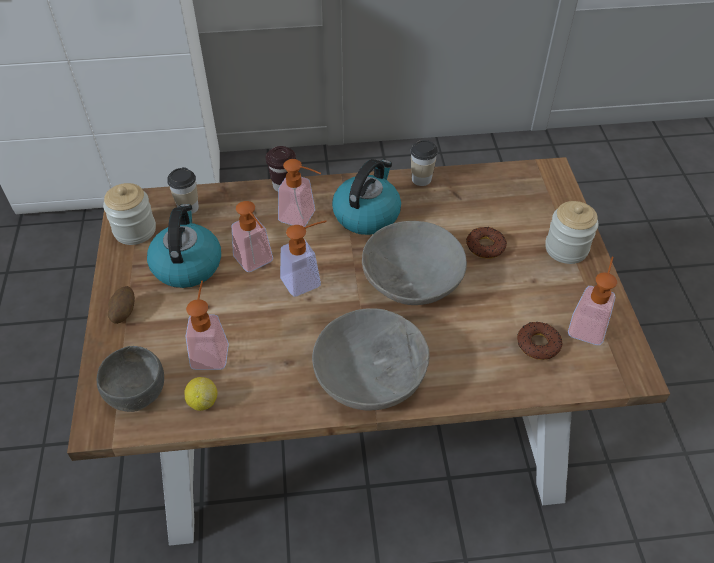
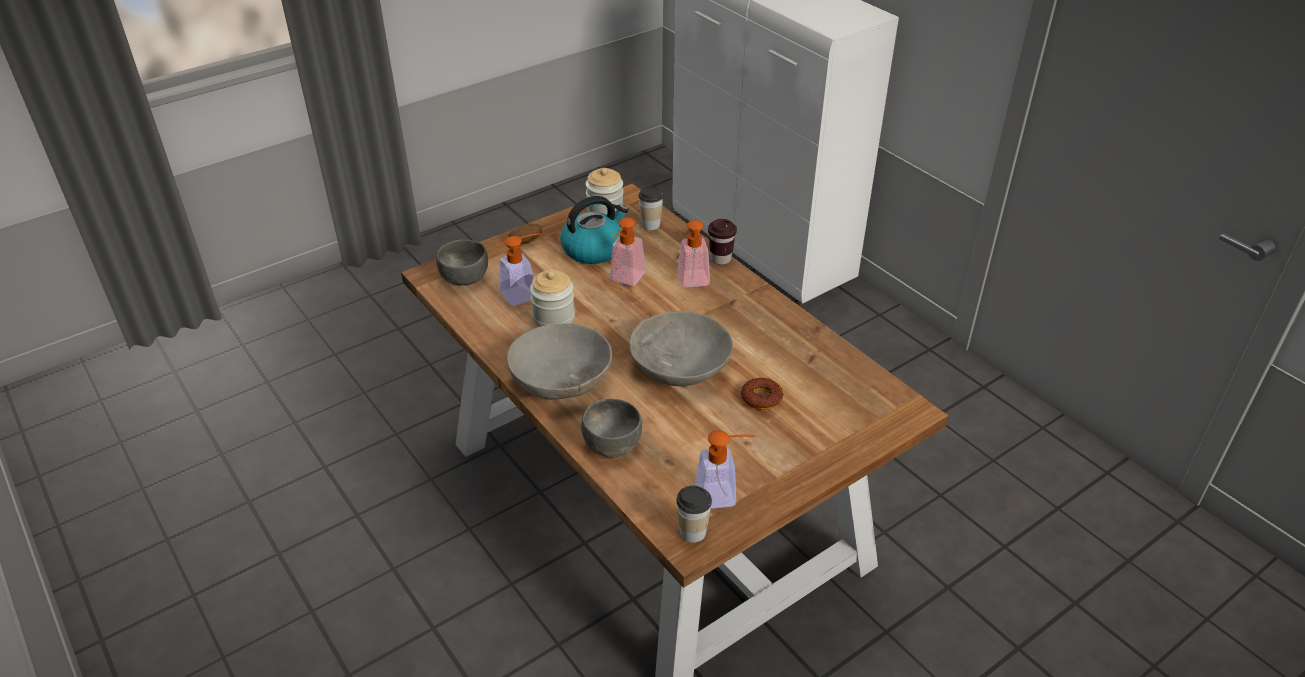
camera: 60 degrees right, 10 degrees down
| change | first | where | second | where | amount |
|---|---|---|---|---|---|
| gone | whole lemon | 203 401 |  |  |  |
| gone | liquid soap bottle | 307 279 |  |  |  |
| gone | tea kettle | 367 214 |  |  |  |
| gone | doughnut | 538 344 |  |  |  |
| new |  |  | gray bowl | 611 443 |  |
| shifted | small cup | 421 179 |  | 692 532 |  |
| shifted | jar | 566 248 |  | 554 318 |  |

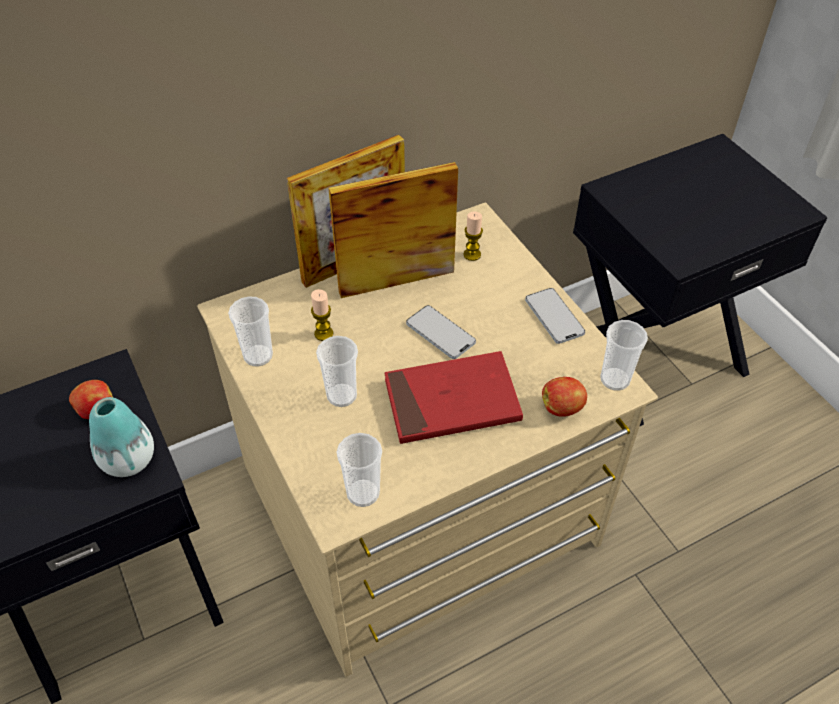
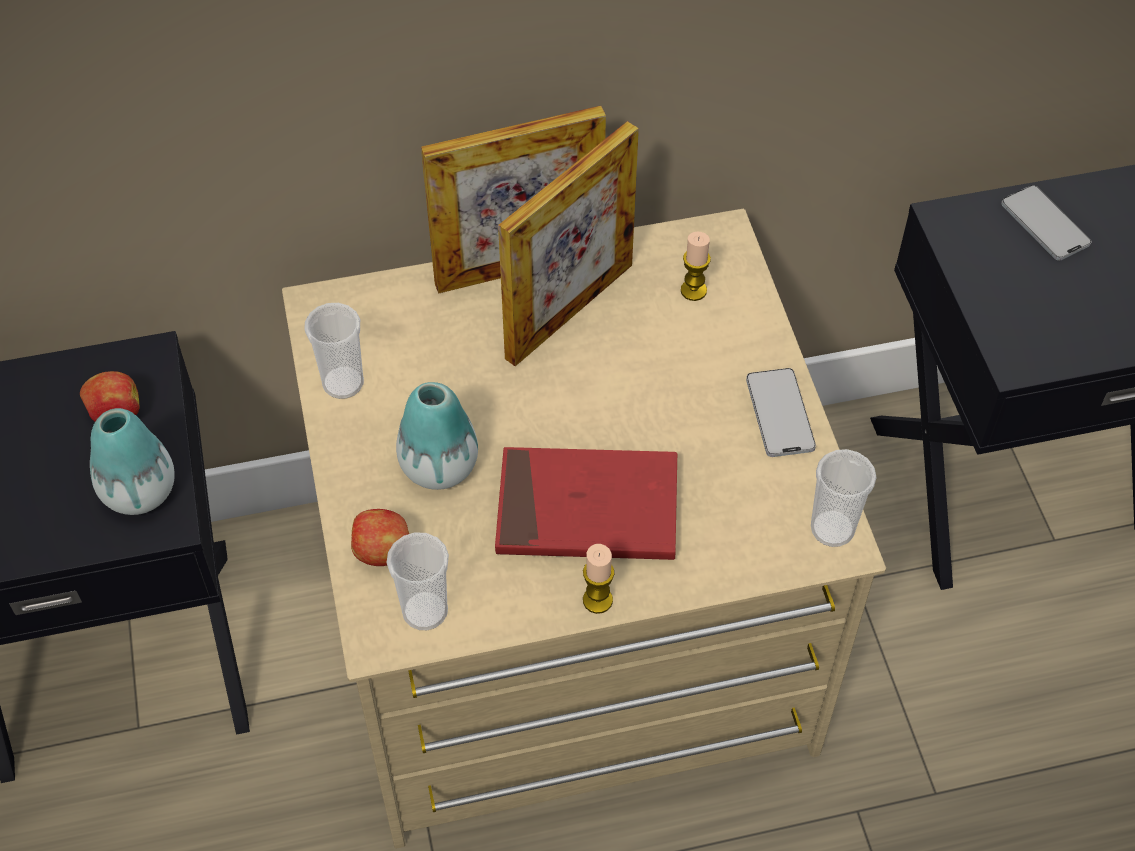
camera: 15 degrees right, 5 degrees up
| change | first | where | second | where | amount |
|---|---|---|---|---|---|
| shifted | candle | 323 334 |  | 597 600 |  |
| shifted | telephone | 440 333 |  | 1045 224 |  |
| shifted | apple fruit | 562 408 |  | 384 552 |  |
| swapped | small cup | 341 395 | flower vase | 439 466 |  |
| rotated | standing frame | 396 282 |  | 569 311 | 135 degrees clockwise |

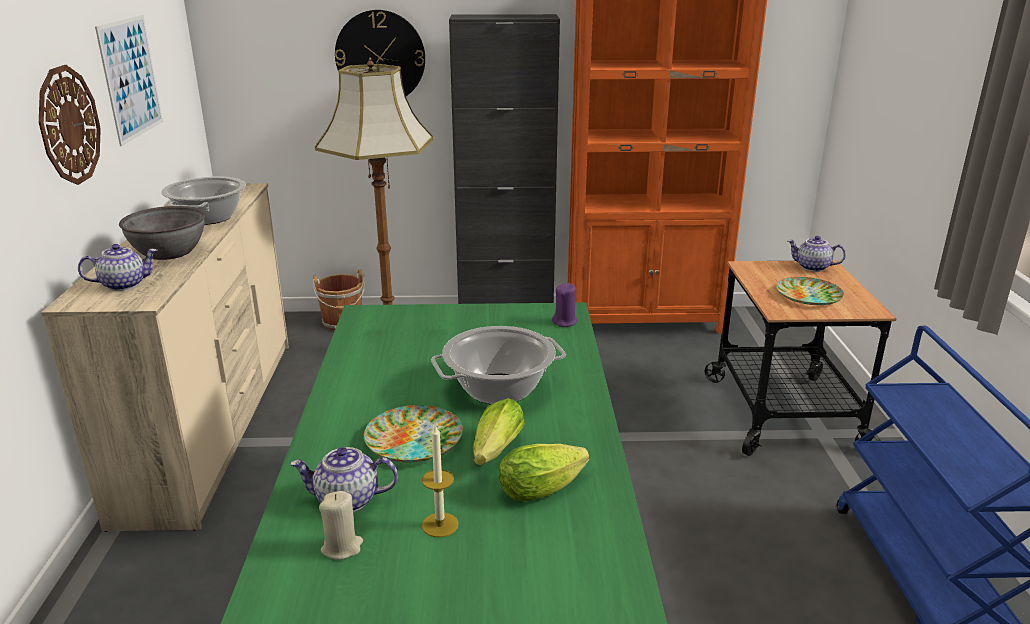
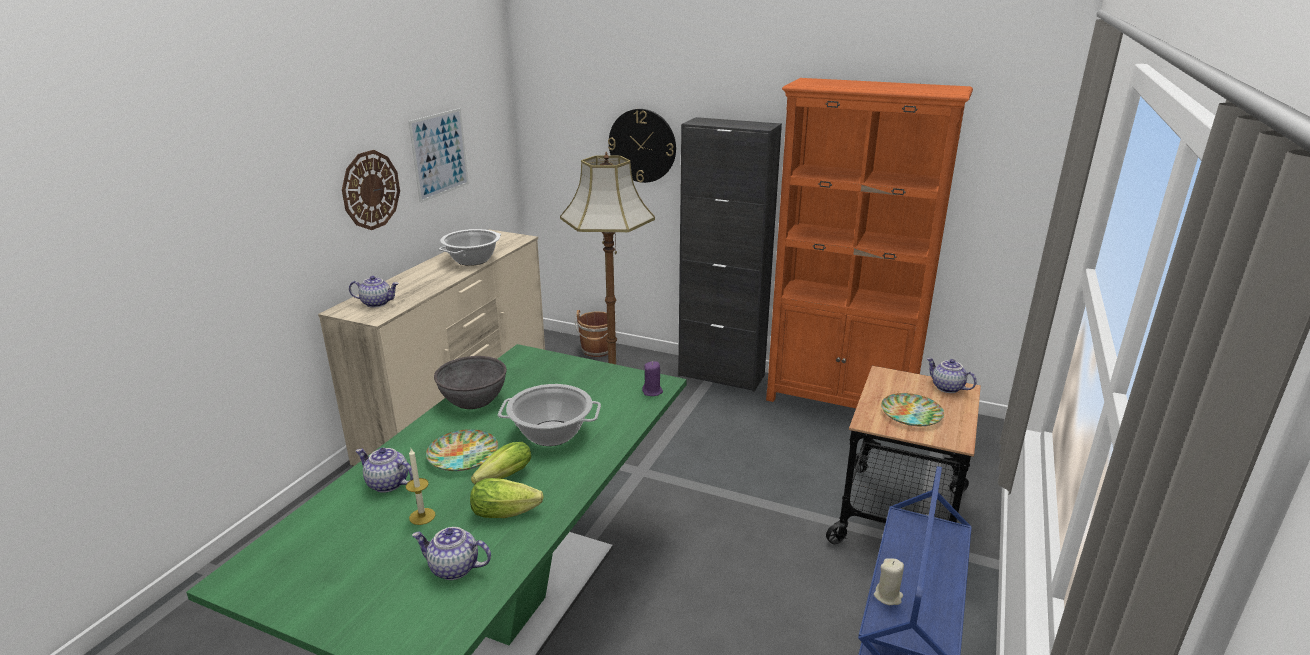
camera: 25 degrees right, 0 degrees up
| change | first | where | second | where | amount |
|---|---|---|---|---|---|
| new |  |  | pot for tea | 453 568 |  |
| shifted | gray bowl | 168 252 |  | 473 399 |  |
| shifted | beige-coloured candle | 342 547 |  | 888 596 |  |

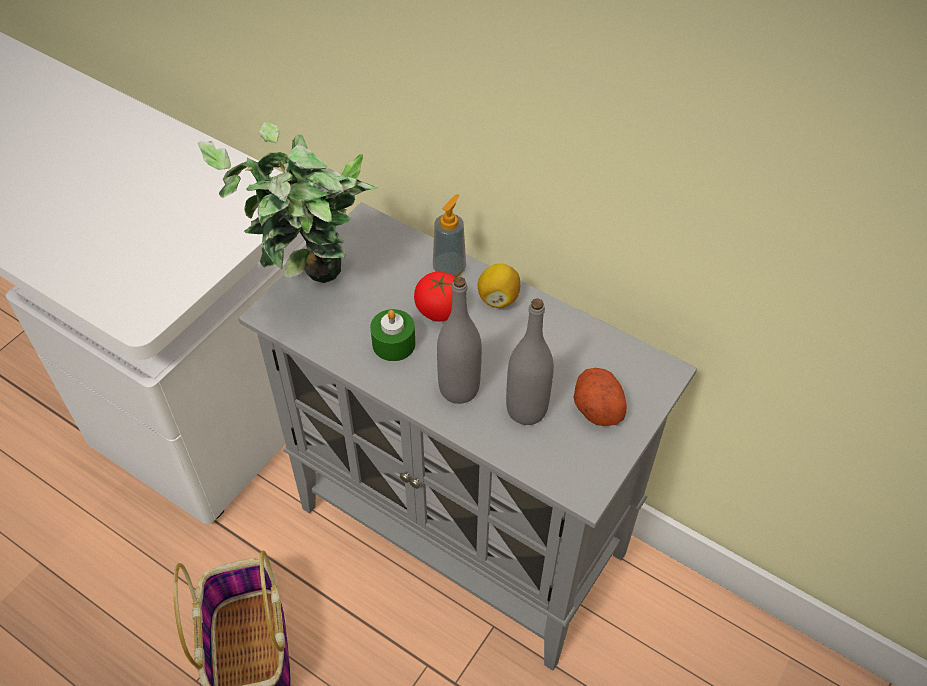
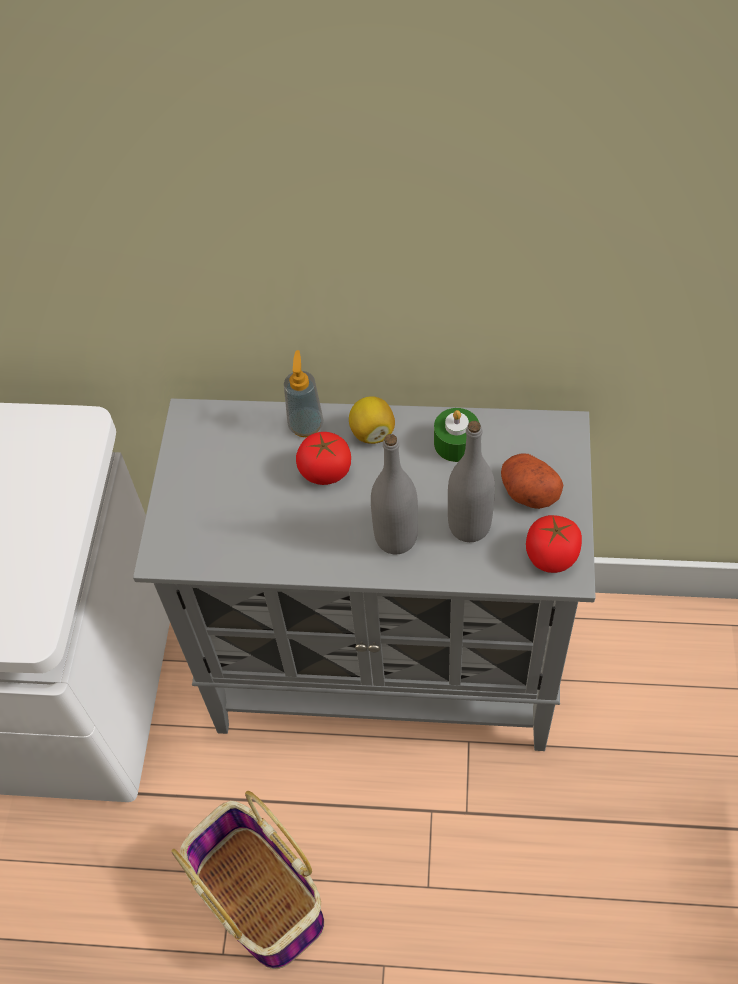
camera: 25 degrees left, 5 degrees up
| change | first | where | second | where | amount |
|---|---|---|---|---|---|
| gone | plant in a pot | 312 290 |  |  |  |
| new |  |  | whole tomato | 551 555 |  |
| shifted | green candle | 393 344 |  | 456 443 |  |

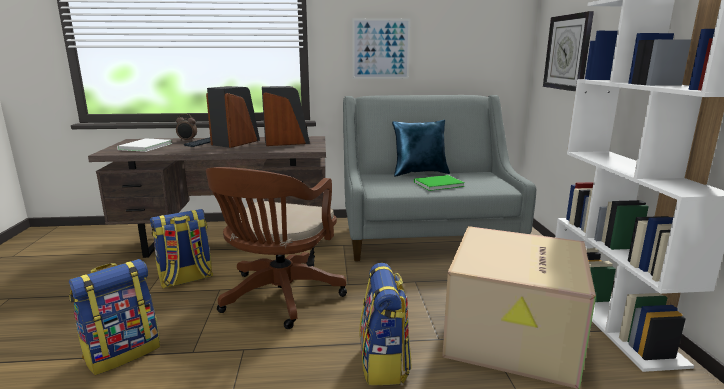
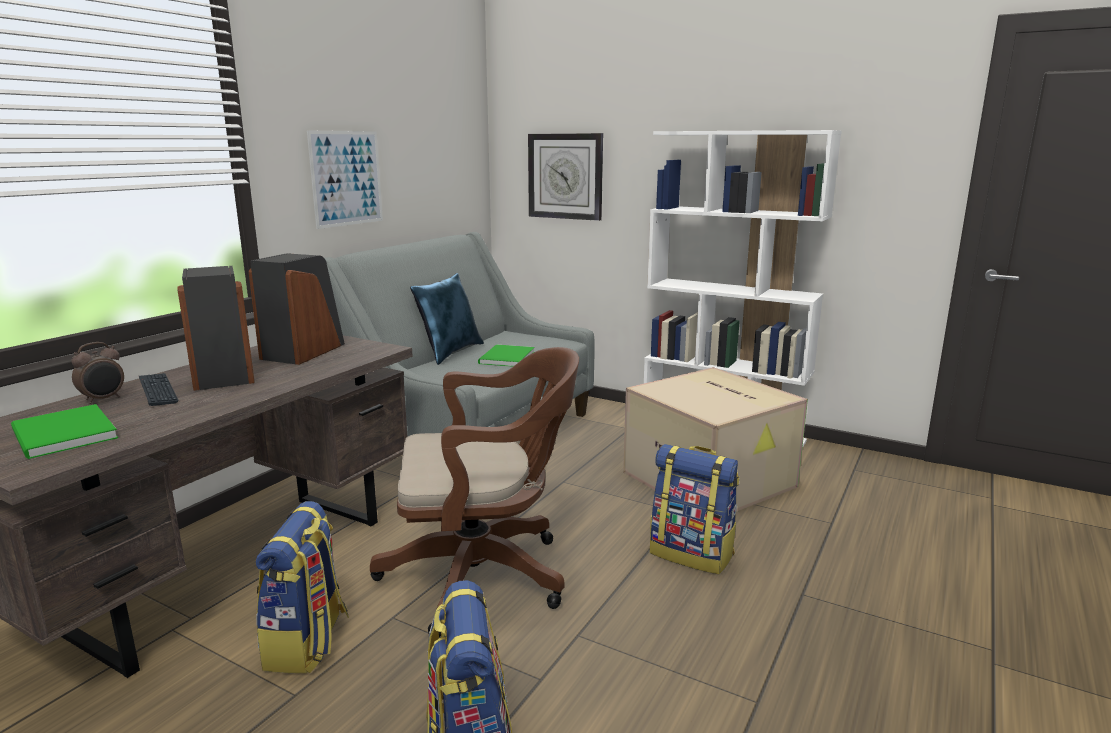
camera: 55 degrees left, 0 degrees up
| change | first | where | second | where | amount |
|---|---|---|---|---|---|
| repainted | whitish book | 143 147 | green book | 62 435 |  |
| rotated | brown-coloured computer chair | 279 298 |  | 485 575 | 60 degrees counterclockwise |

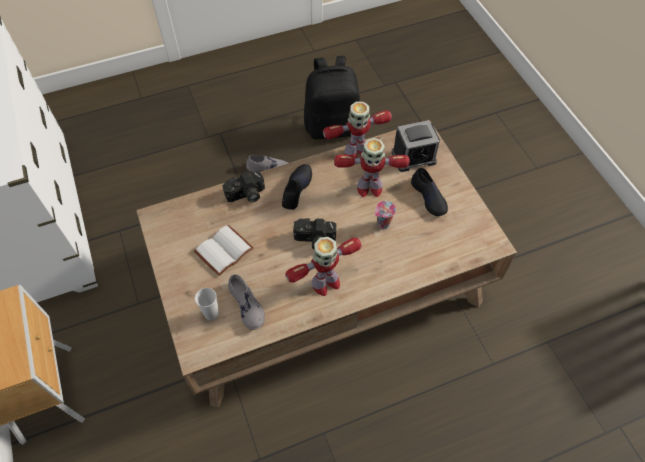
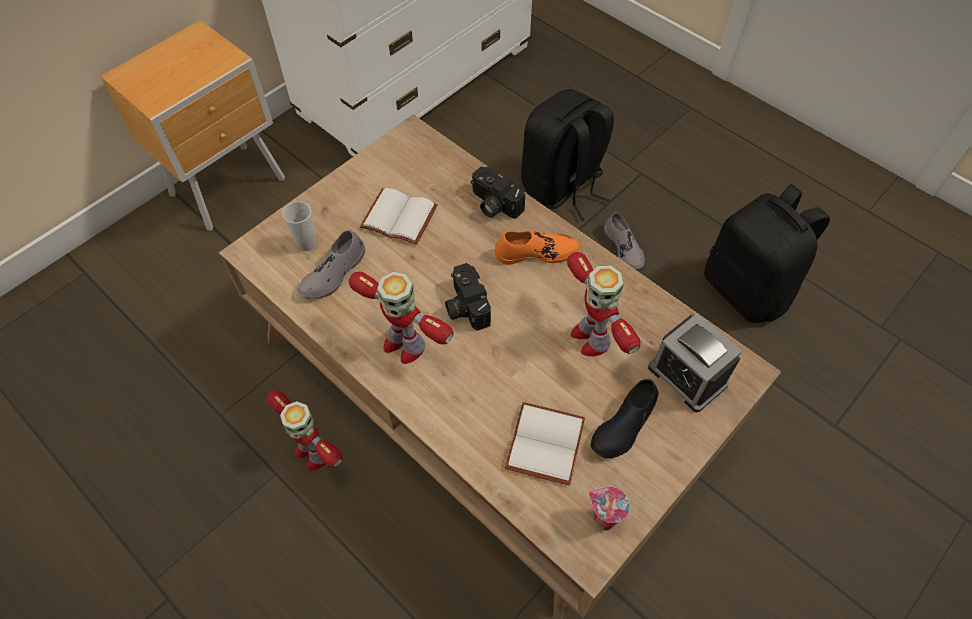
camera: 65 degrees right, 0 degrees up
| change | first | where | second | where | amount |
|---|---|---|---|---|---|
| new |  |  | whitish book | 543 442 |  |
| new |  |  | black-coloured rucksack | 562 188 |  |
| shifted | model robot | 356 152 |  | 312 452 |  |
| shifted | small cup | 383 225 |  | 602 520 |  |
| repainted | black-coloured shoe | 296 189 | orange shoe | 535 252 |  |

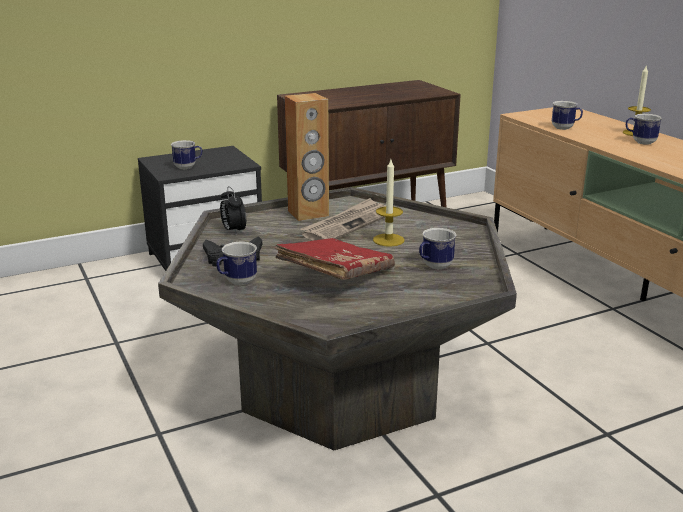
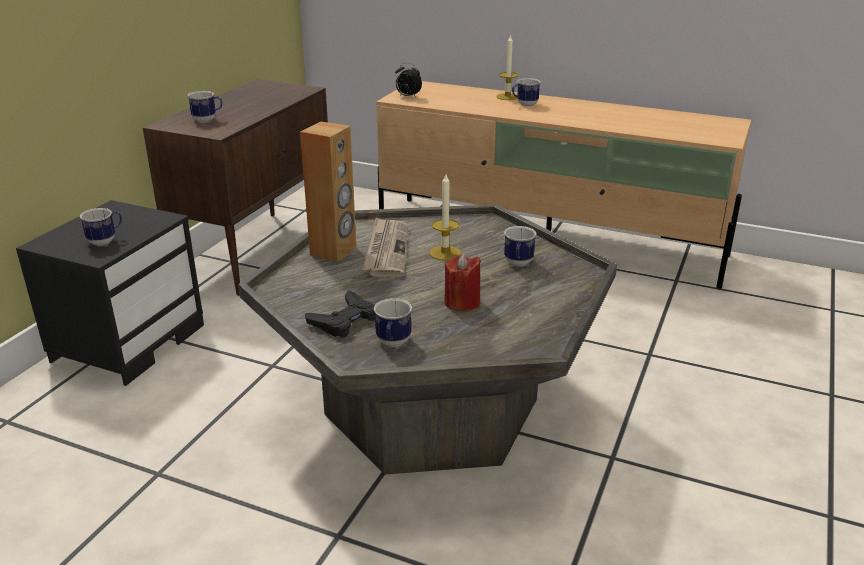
camera: 40 degrees left, 5 degrees up
| change | first | where | second | where | amount |
|---|---|---|---|---|---|
| shifted | alarm clock | 233 231 |  | 408 96 |  |
| shifted | coffee mug | 565 128 |  | 208 120 |  |
| swapped | red-coloured book | 336 276 | red-coloured candle | 462 302 |  |

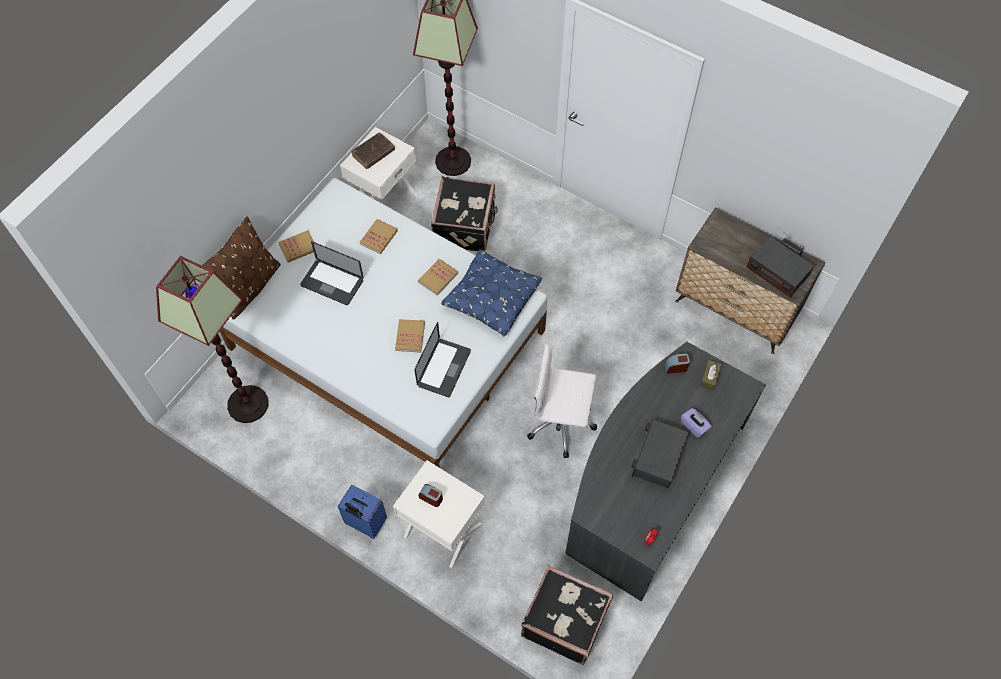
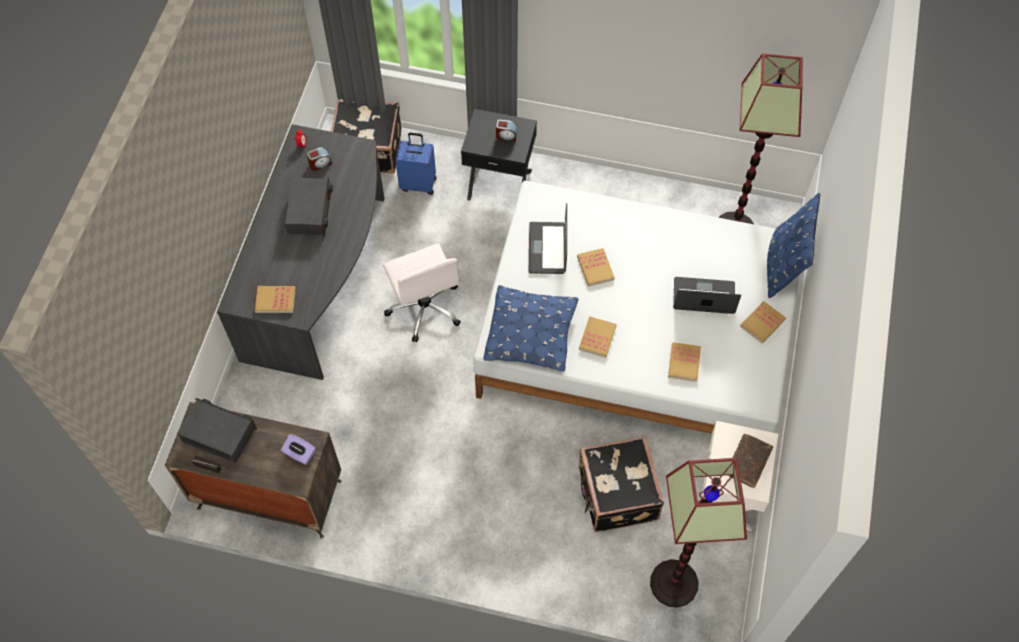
camera: 160 degrees right, 0 degrees up
| change | first | where | second | where | amount |
|---|---|---|---|---|---|
| shifted | blue travel case | 365 523 |  | 418 183 |  |
| shifted | alarm clock | 676 367 |  | 320 163 |  |
| shifted | purple box of tissues | 694 426 |  | 299 454 |  |
| swapped | brown-coloured box of tissues | 709 377 | book | 275 300 |  |
| repainted | brown-coloured pillow | 249 287 | blue pillow | 783 265 |  |
| repainted | whitish bedside table | 442 531 | black-coloured bedside table | 500 183 |  |
| rotated | whitish computer chair | 561 423 |  | 425 308 | 75 degrees clockwise |

